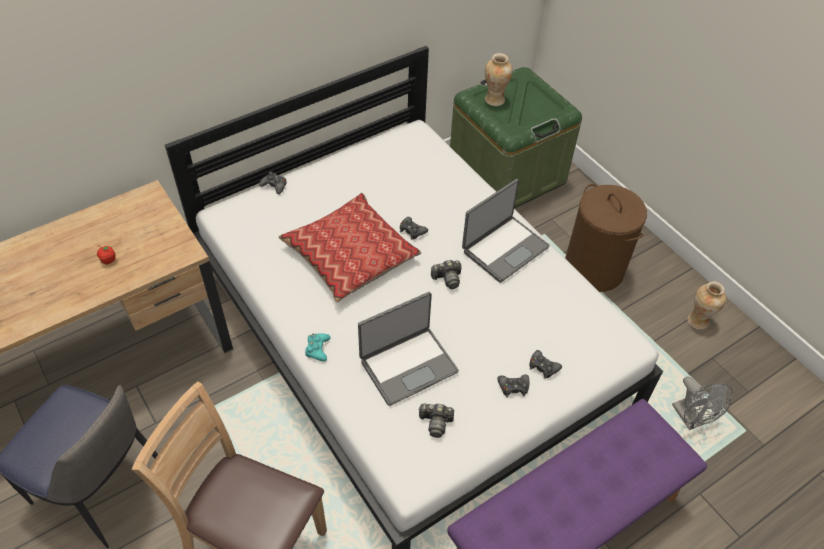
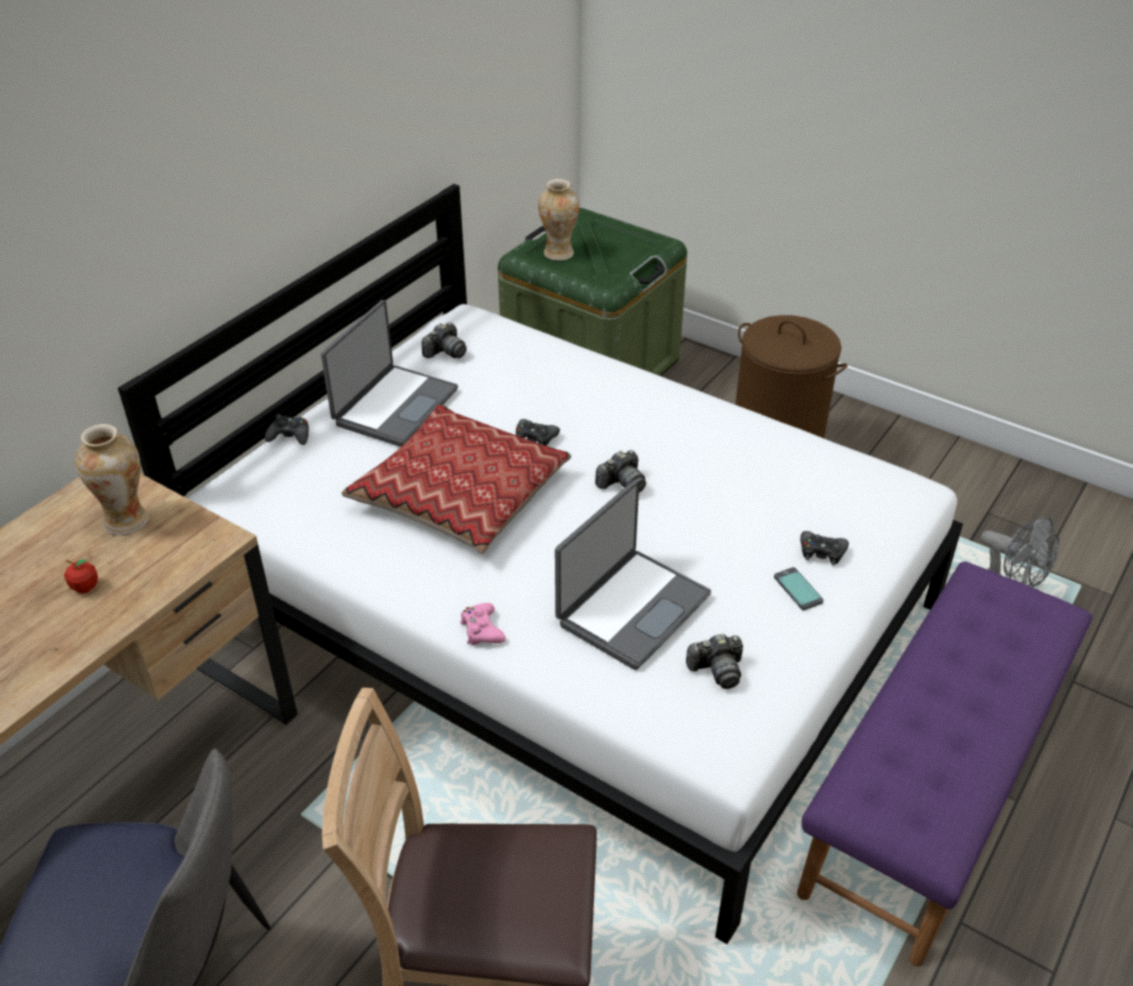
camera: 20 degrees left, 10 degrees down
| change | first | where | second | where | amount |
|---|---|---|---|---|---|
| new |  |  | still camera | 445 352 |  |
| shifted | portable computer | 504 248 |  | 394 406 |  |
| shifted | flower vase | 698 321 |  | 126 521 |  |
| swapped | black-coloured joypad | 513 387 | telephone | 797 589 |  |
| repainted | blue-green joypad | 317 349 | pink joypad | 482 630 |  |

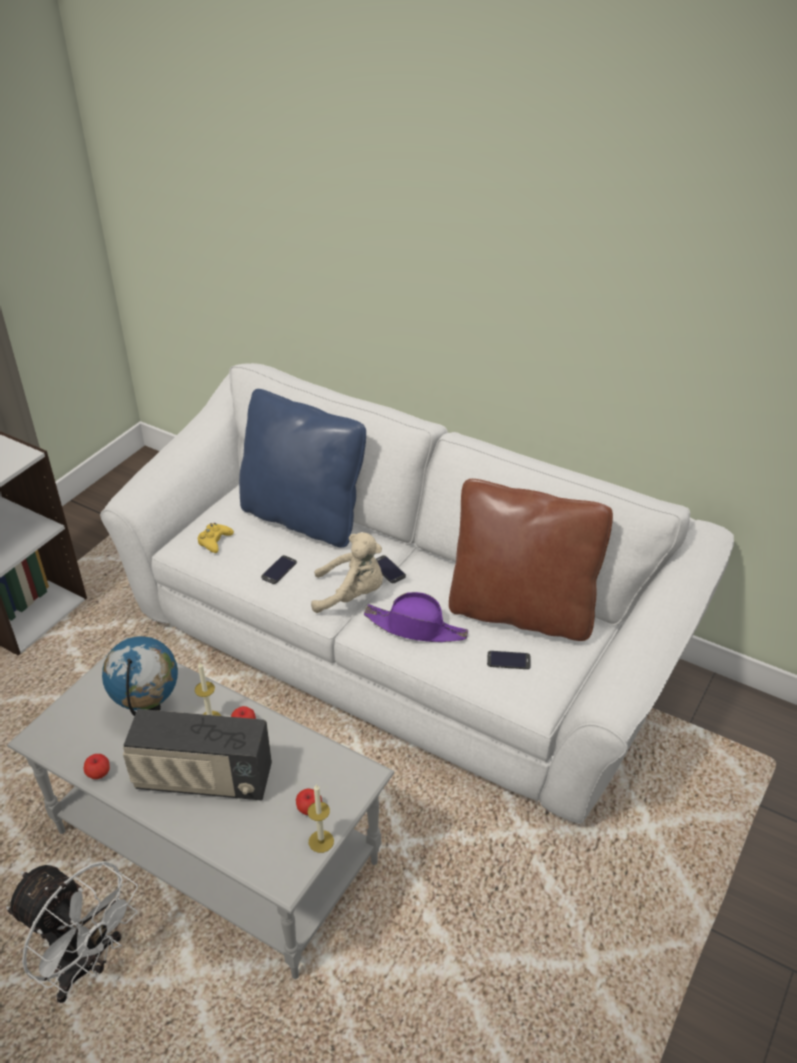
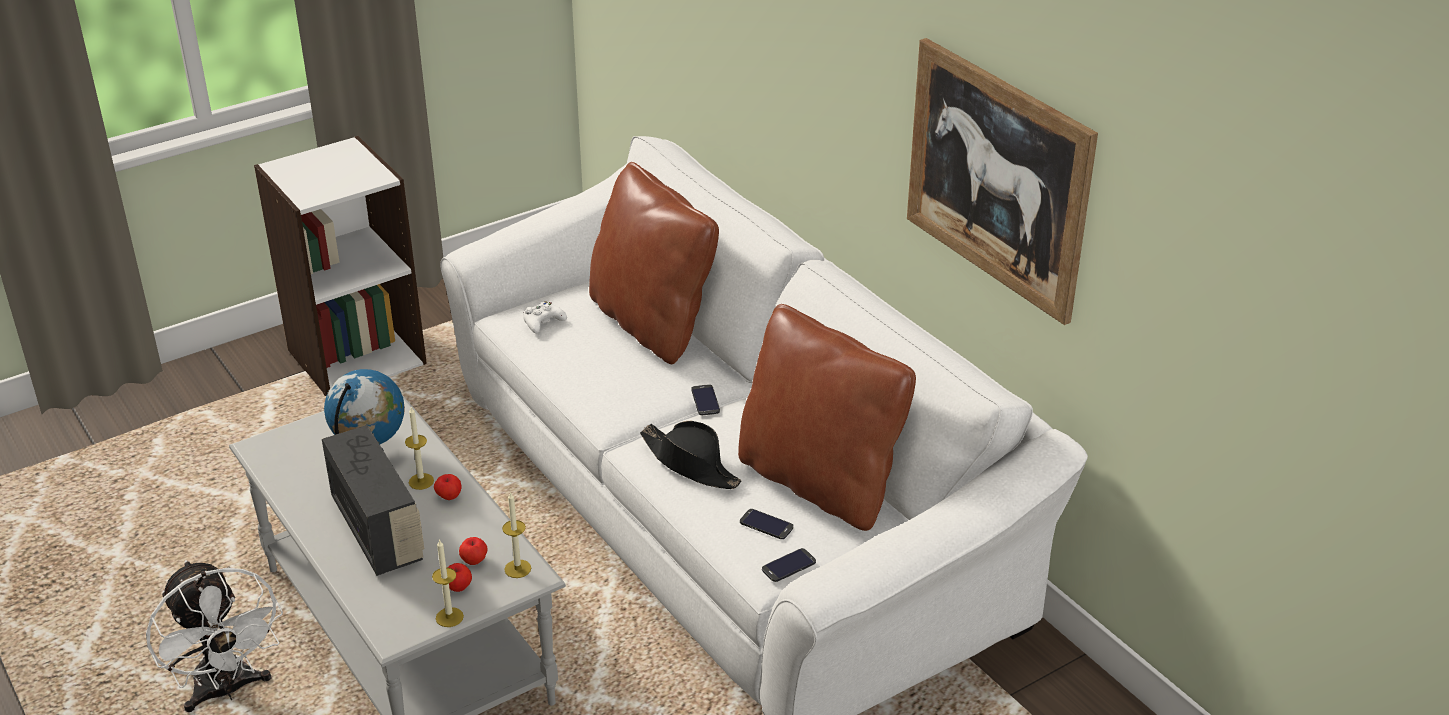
camera: 25 degrees right, 5 degrees down
| change | first | where | second | where | amount |
|---|---|---|---|---|---|
| gone | beige-coloured soft toy | 352 594 |  |  |  |
| new |  |  | candle | 517 569 |  |
| new |  |  | picture | 997 178 |  |
| shifted | apple fruit | 99 774 |  | 474 561 |  |
| shifted | telephone | 279 570 |  | 788 565 |  |
| repainted | yellowish joypad | 214 541 | whitish joypad | 543 322 |  |
| repainted | blue pillow | 303 517 | brown-coloured pillow | 652 324 |  |
| repainted | purple wearable hat | 416 628 | black-coloured wearable hat | 690 464 |  |
| rotated | radio | 203 780 |  | 378 530 | 150 degrees counterclockwise |

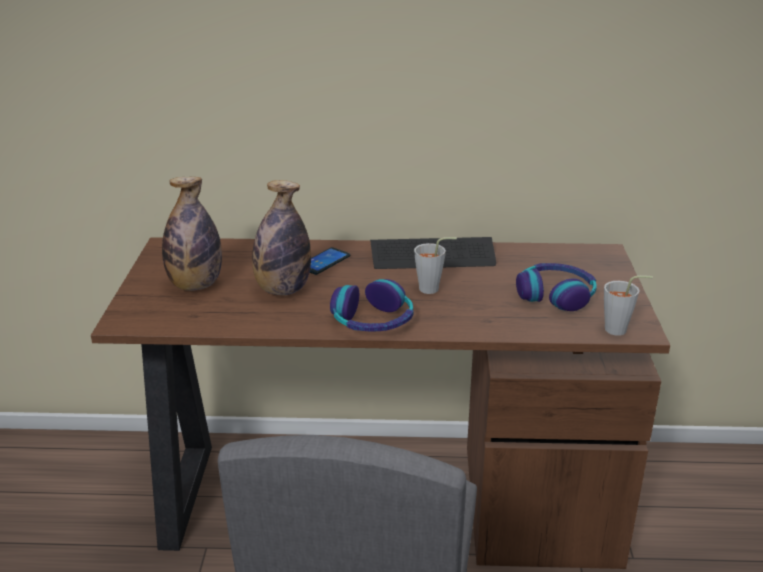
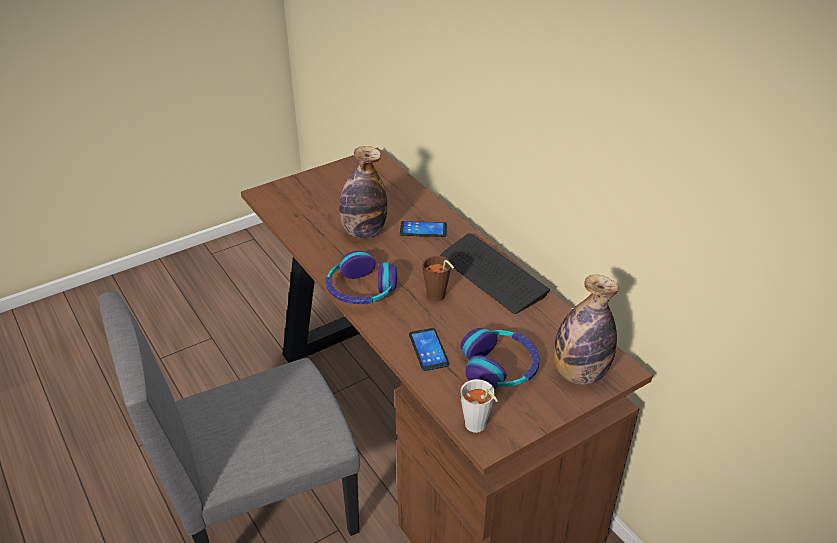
camera: 55 degrees right, 10 degrees up
| change | first | where | second | where | amount |
|---|---|---|---|---|---|
| new |  |  | telephone | 428 350 |  |
| shifted | beverage bottle | 195 285 |  | 579 373 |  |
| repainted | gray small cup | 433 289 | brown-coloured small cup | 438 298 |  |

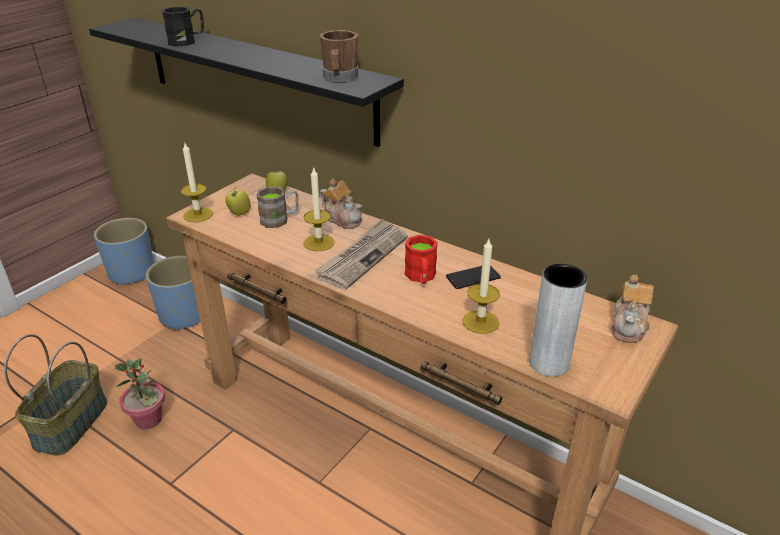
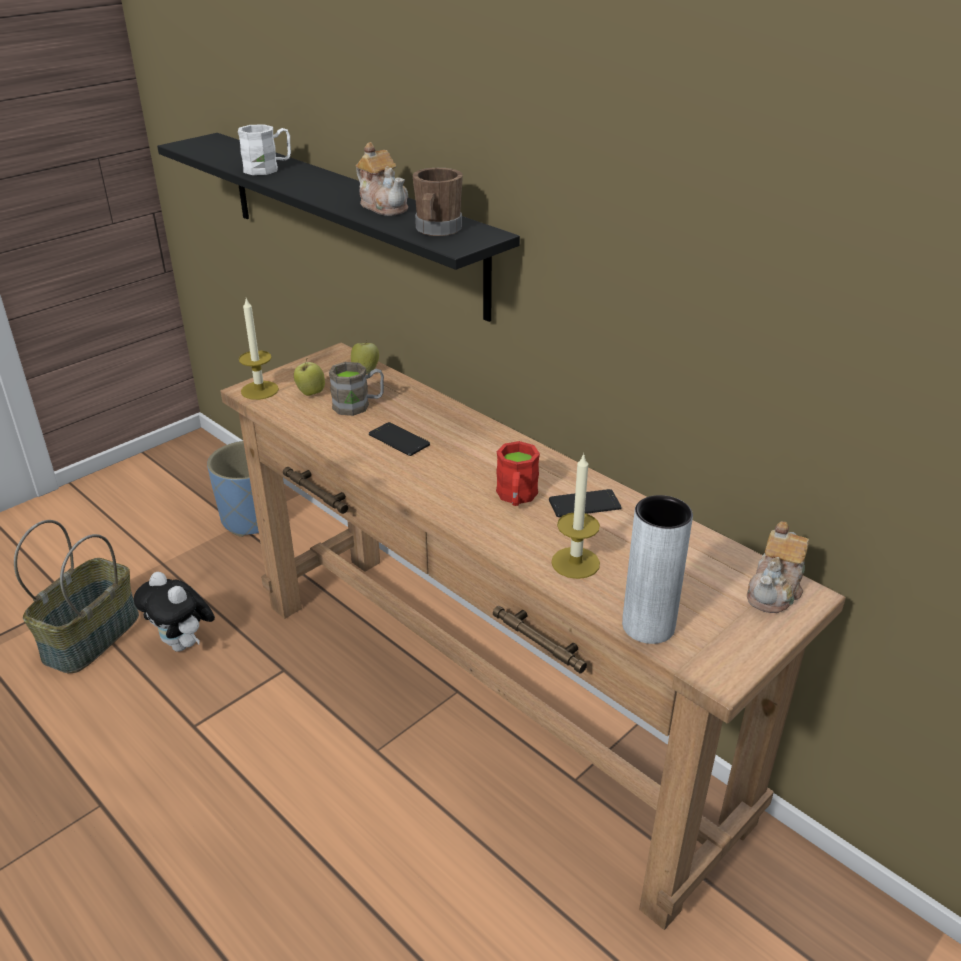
camera: 10 degrees right, 0 degrees up
| change | first | where | second | where | amount |
|---|---|---|---|---|---|
| gone | blue flower pot | 132 272 |  |  |  |
| gone | newspaper | 363 256 |  |  |  |
| shifted | pot for tea | 343 219 |  | 384 206 |  |
| swapped | plant in a pot | 149 420 | soft toy | 184 644 |  |
| swapped | candle | 319 243 | telephone | 399 440 |  |
| repainted | black-coloured coffee mug | 187 41 | whitish coffee mug | 268 168 |  |

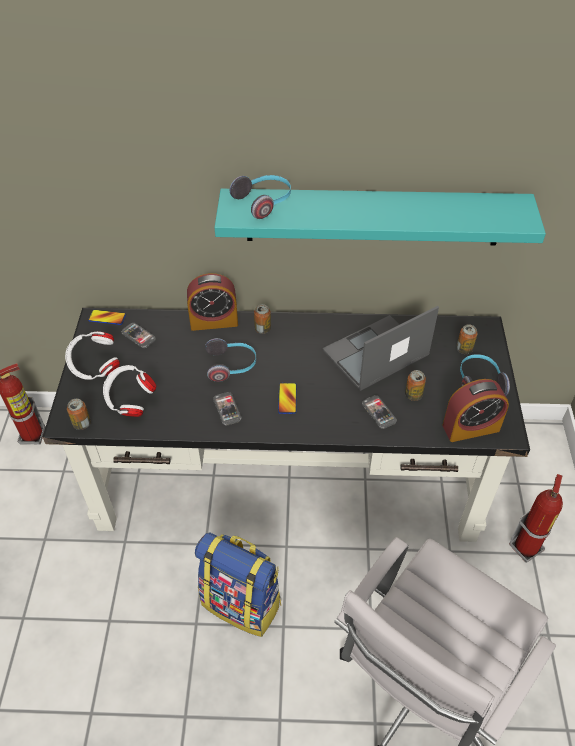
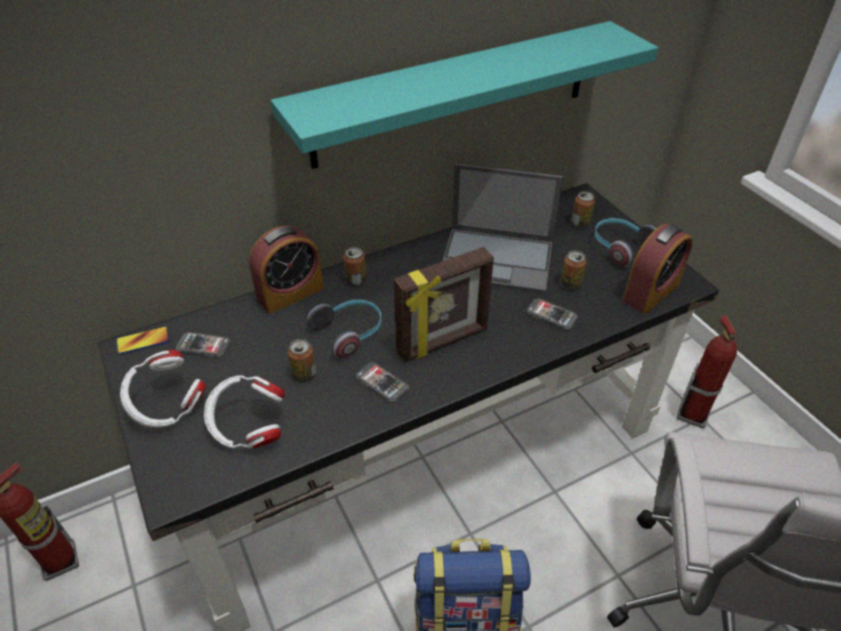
camera: 30 degrees left, 5 degrees down
| change | first | where | second | where | amount |
|---|---|---|---|---|---|
| gone | headset | 264 202 |  |  |  |
| shifted | sealed can | 82 423 |  | 304 374 |  |
| swapped | telephone | 287 398 | standing frame | 443 342 |  |
| rotated | portable computer | 374 353 |  | 498 259 | 105 degrees counterclockwise |

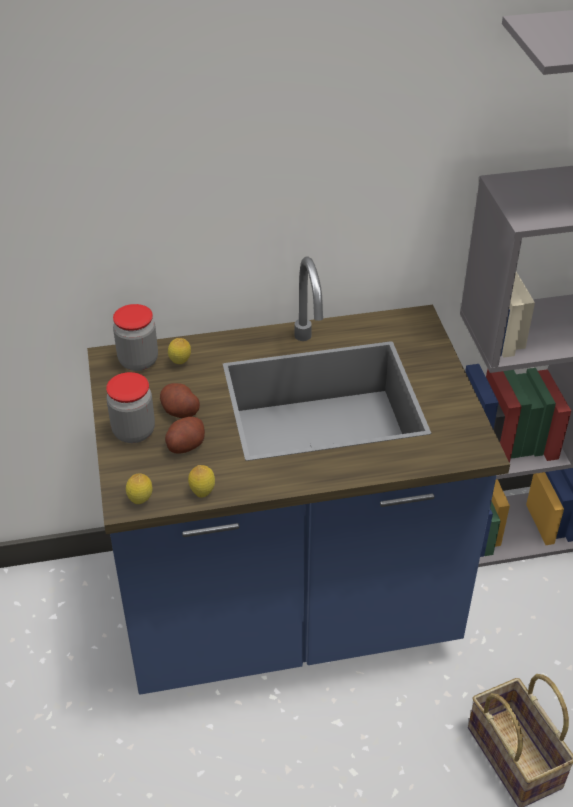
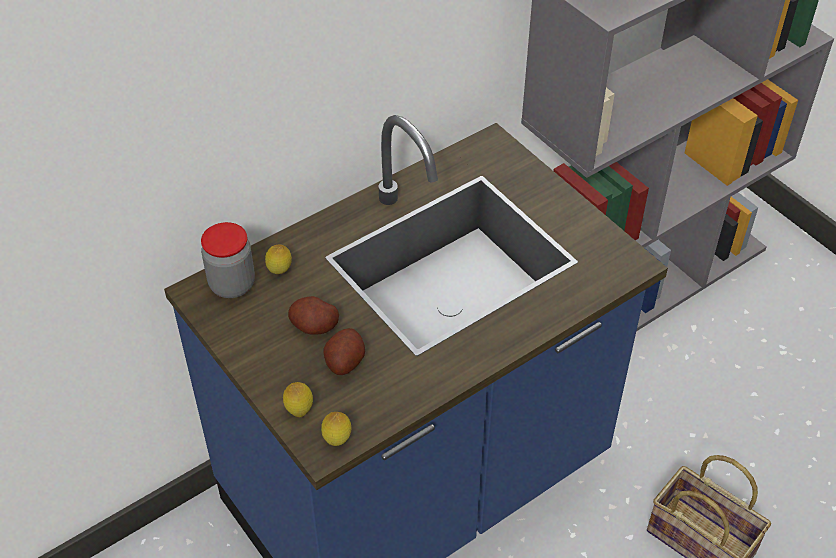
camera: 25 degrees left, 5 degrees up
| change | first | where | second | where | amount |
|---|---|---|---|---|---|
| gone | jar | 134 431 |  |  |  |
| shifted | whole lemon | 202 493 |  | 299 411 |  |

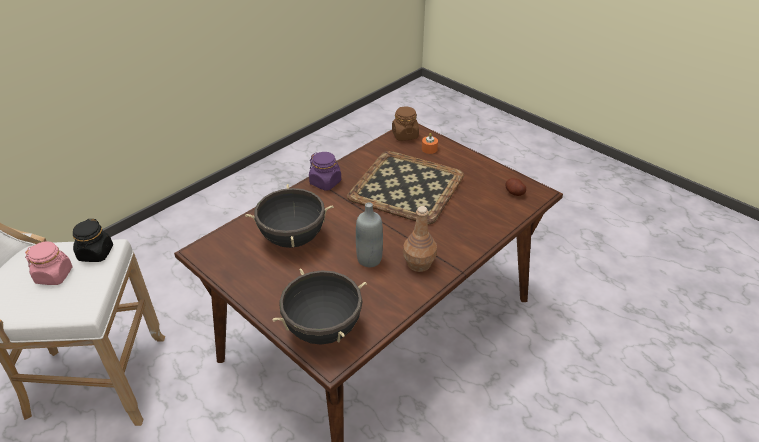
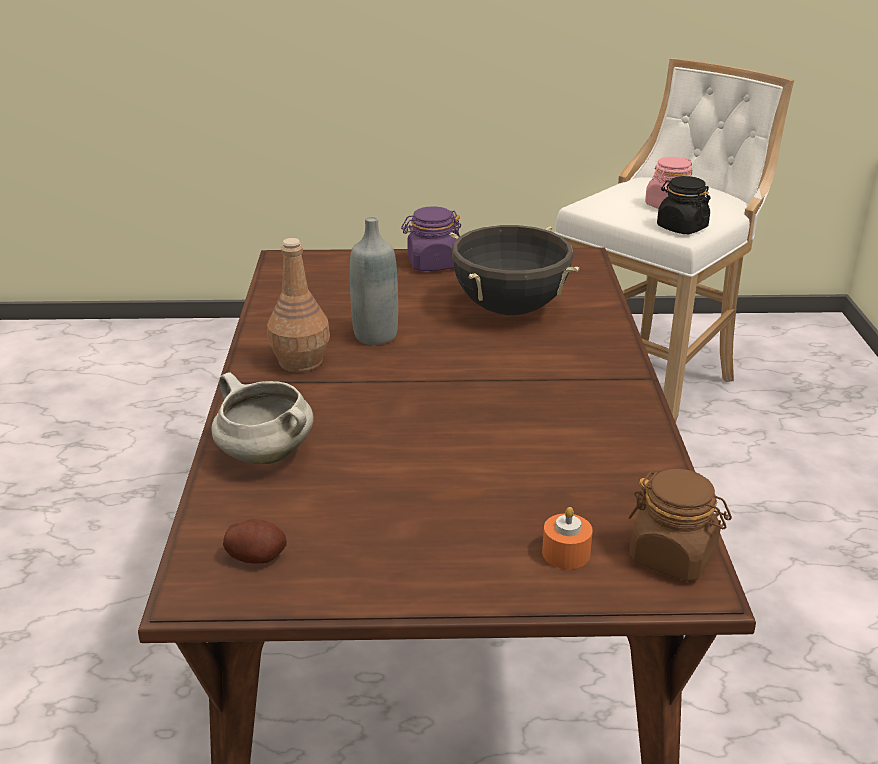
camera: 135 degrees right, 10 degrees down
| change | first | where | second | where | amount |
|---|---|---|---|---|---|
| gone | black-coloured saucepot | 323 329 |  |  |  |
| gone | serving tray | 405 187 |  |  |  |
| new |  |  | whitish saucepot | 264 455 |  |
| shifted | purple jar | 325 182 |  | 432 264 |  |

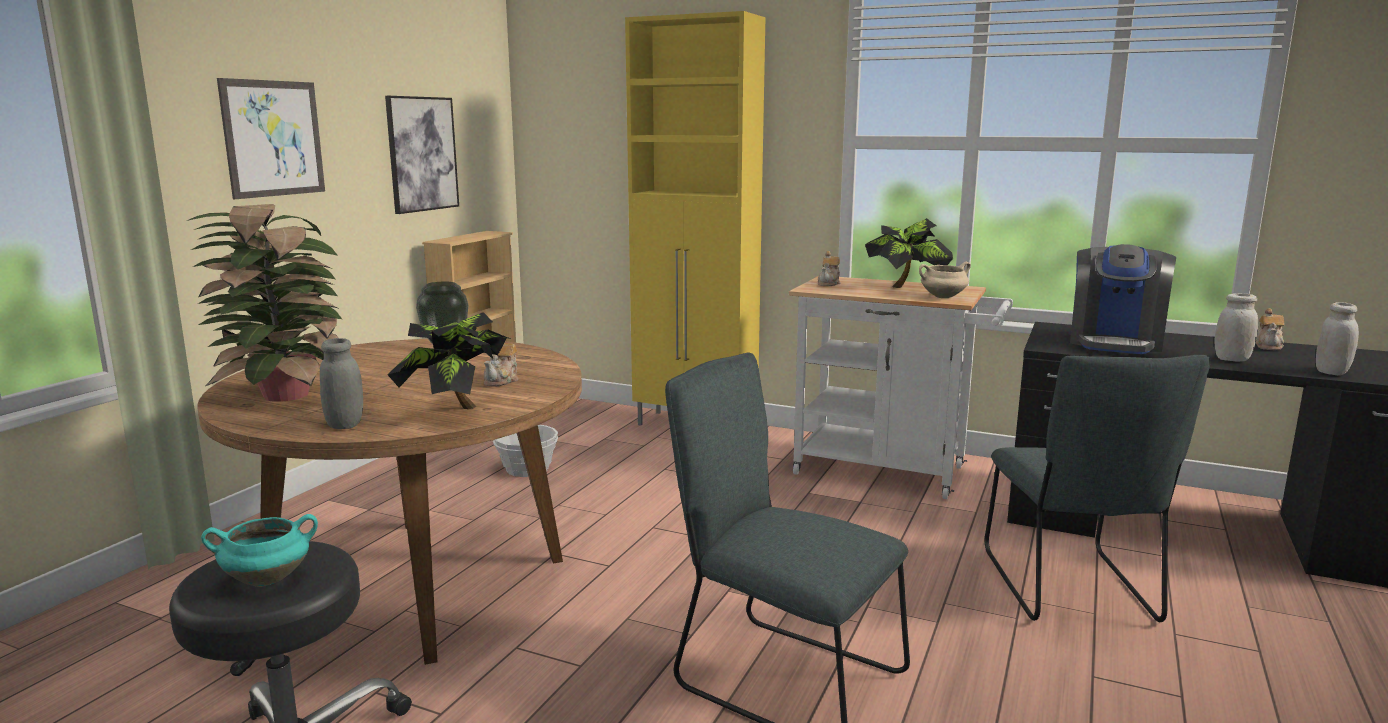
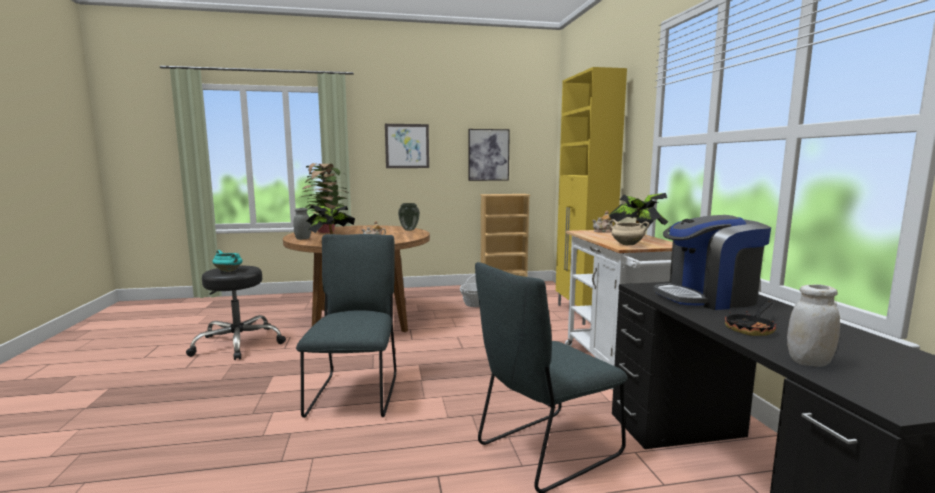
camera: 55 degrees right, 5 degrees down
| change | first | where | second | where | amount |
|---|---|---|---|---|---|
| gone | pot for tea | 1269 346 |  |  |  |
| swapped | whitish jar | 1232 359 | skillet | 752 328 |  |

